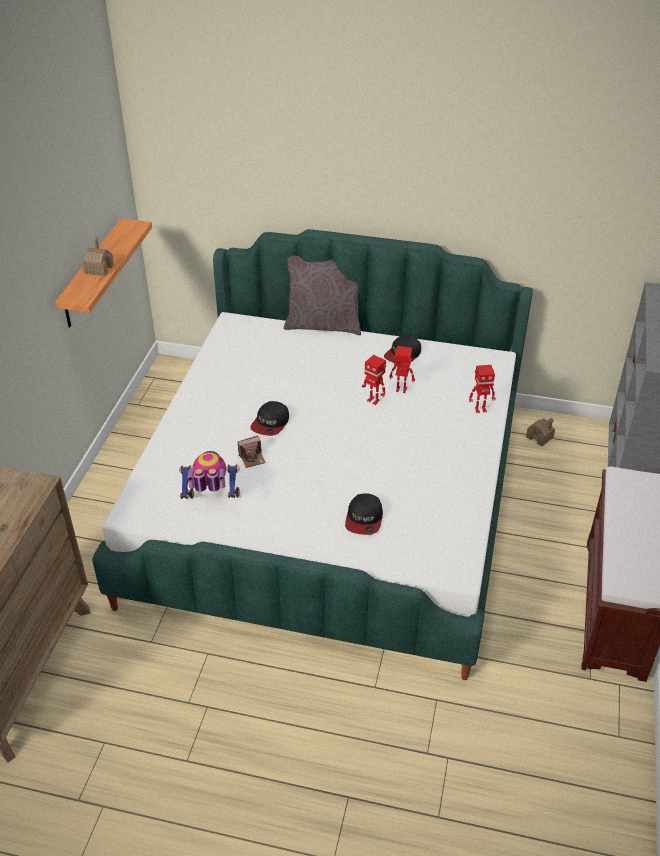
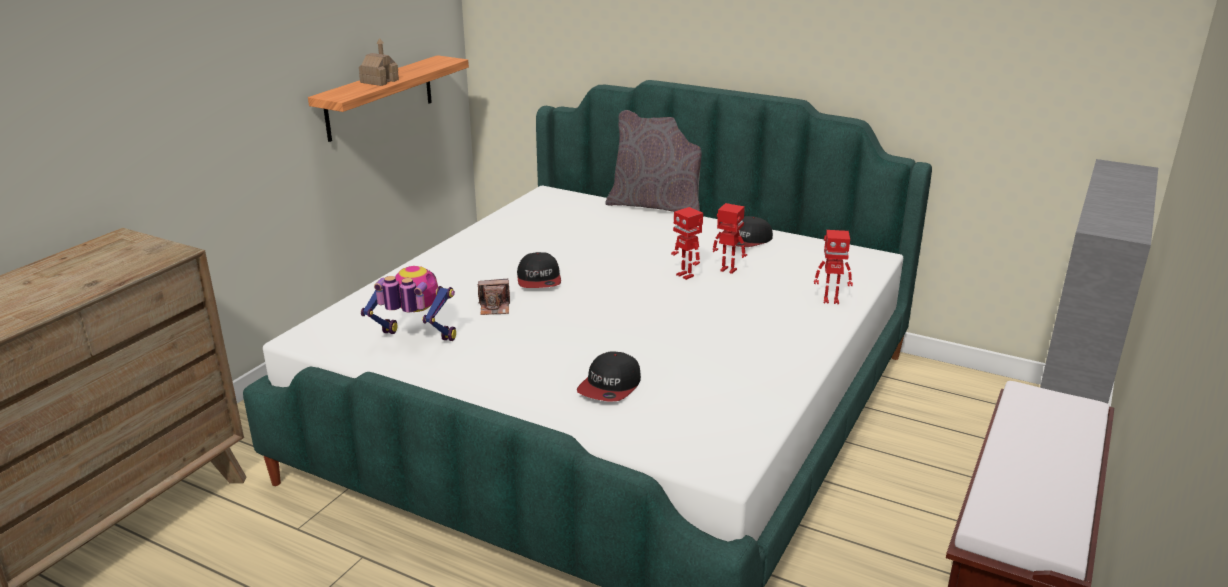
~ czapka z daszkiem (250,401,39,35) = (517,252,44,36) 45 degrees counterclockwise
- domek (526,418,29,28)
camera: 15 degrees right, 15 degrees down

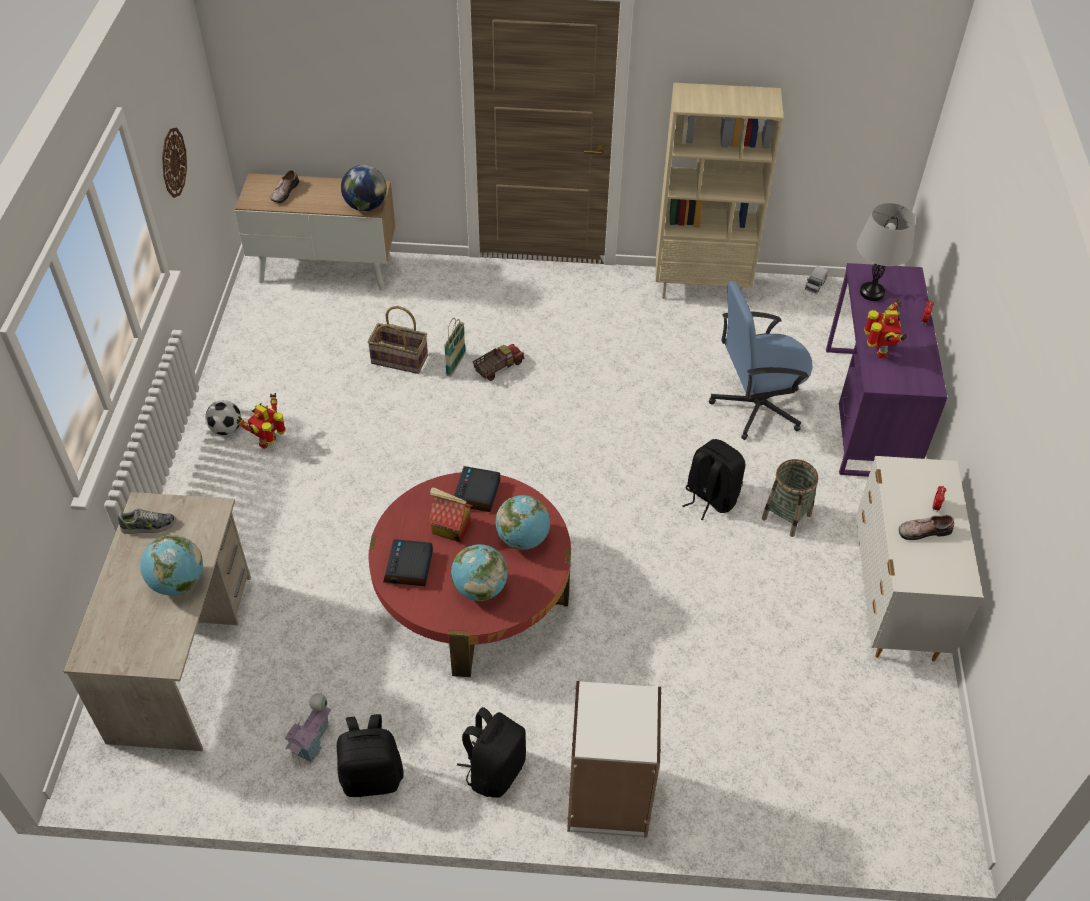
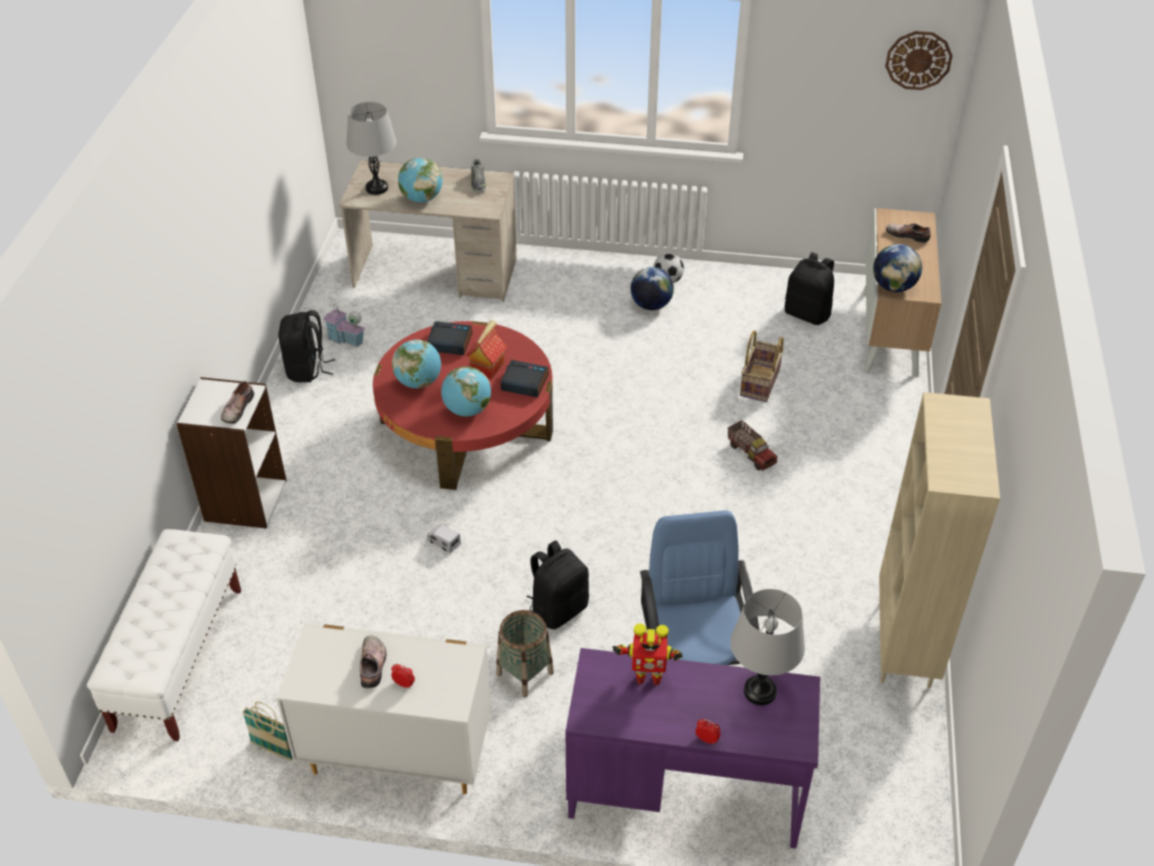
~ zegar ścienny (162,128,25,70) to (885,31,68,59)
~ ciężarówka zabawkowa (805,266,24,28) to (427,524,34,30)
~ koszyk (444,318,22,59) to (242,702,51,59)
~ robot zabawkowy (237,393,49,56) to globus (631,267,43,43)
~ plecak [czarny] (457,707,69,91) to (785,252,49,73)
+ lampa stołowa [szary] (347,102,49,93)
+ but (221,381,33,43)
+ ławka [biały] (87,529,154,212)
camera: 95 degrees right, 5 degrees down

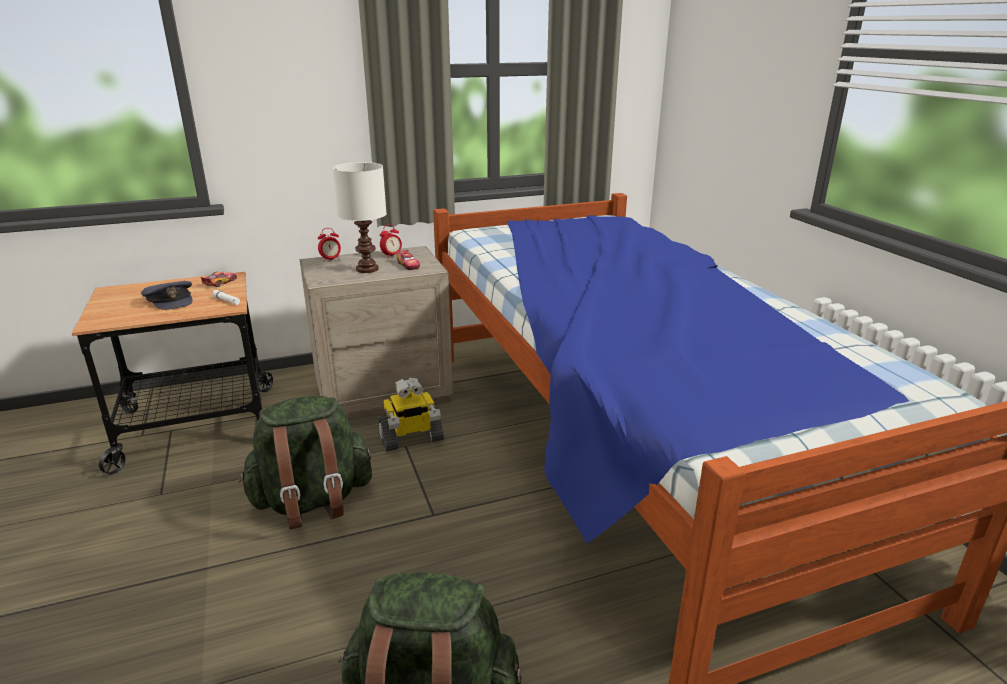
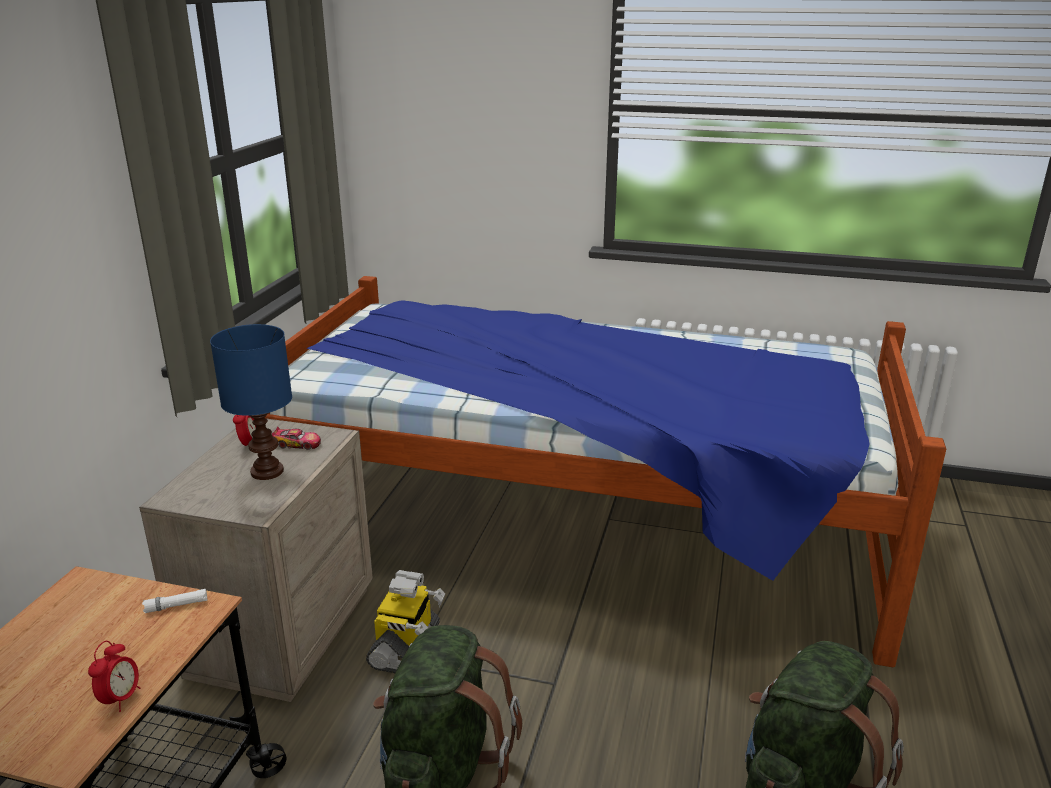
~ lampa stołowa [biały] (333,162,54,111) to lampa stołowa [niebieski] (210,324,82,156)
~ budzik (318,228,23,34) to (88,641,53,71)
- samochodzik (201,272,36,15)
- czapka z daszkiem [szary] (141,281,52,29)
camera: 55 degrees left, 0 degrees up

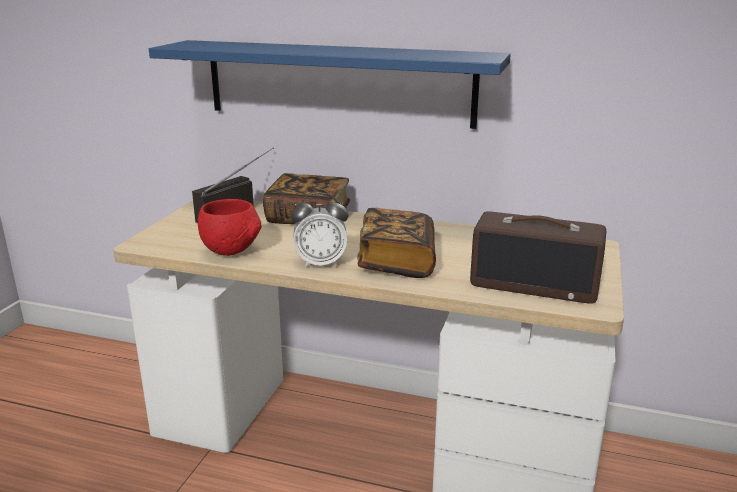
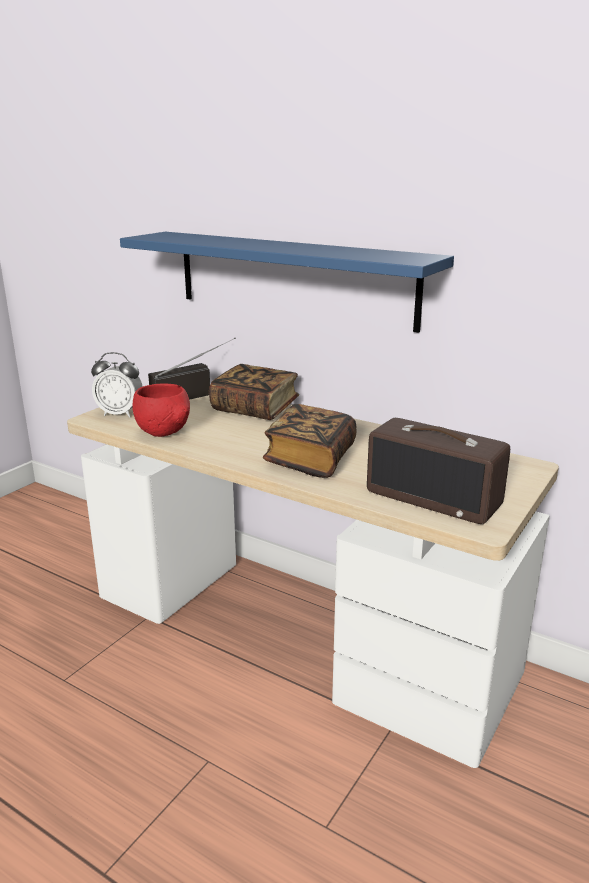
~ budzik (291,193,58,75) to (91,352,51,66)
camera: 15 degrees right, 0 degrees up

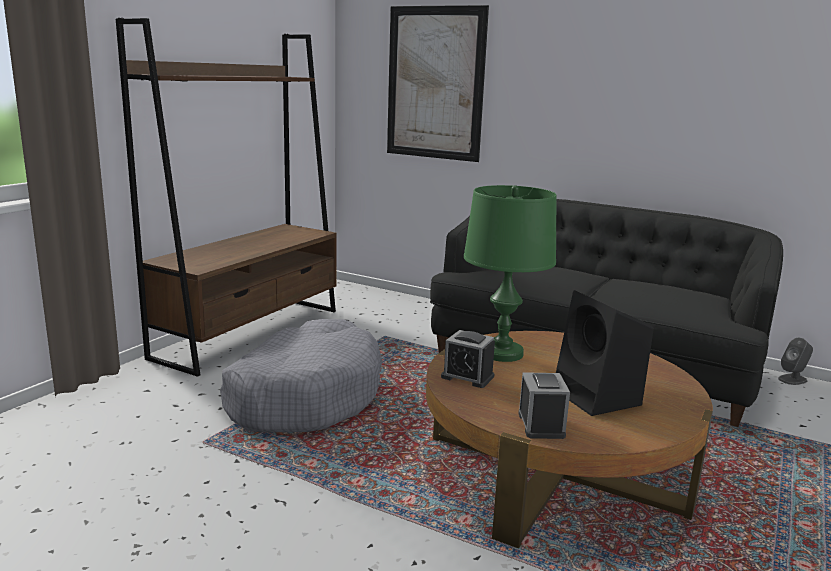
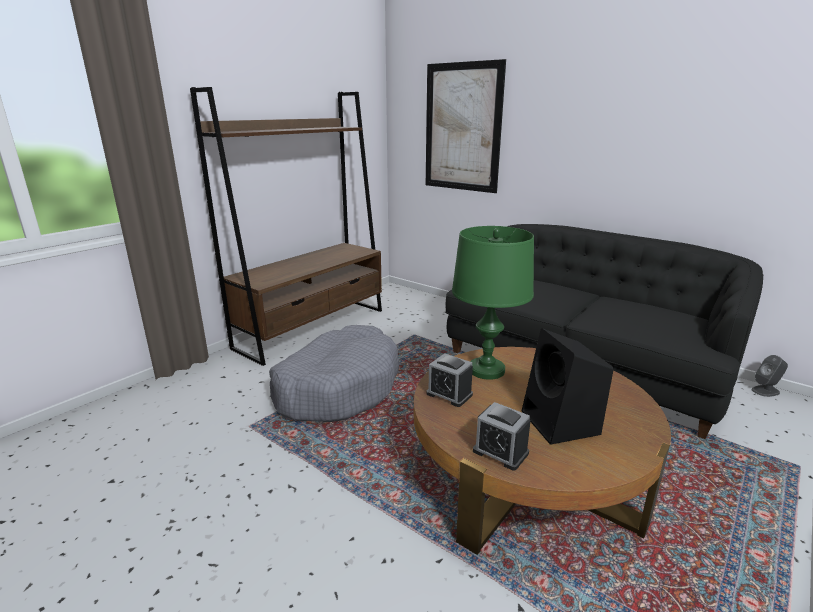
~ budzik (518,372,52,67) = (473,402,58,69) 120 degrees clockwise
camera: 10 degrees right, 5 degrees up

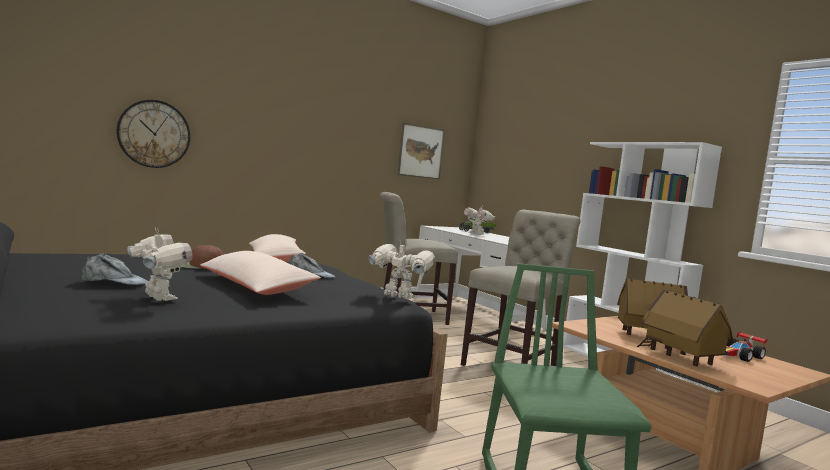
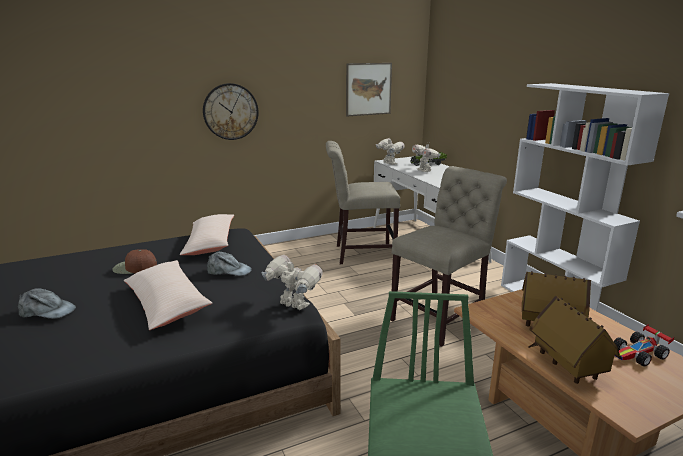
~ zegar ścienny (117,100,73,68) to (203,83,56,57)
~ robot zabawkowy (127,228,66,73) to (376,138,29,27)
camera: 10 degrees right, 15 degrees up

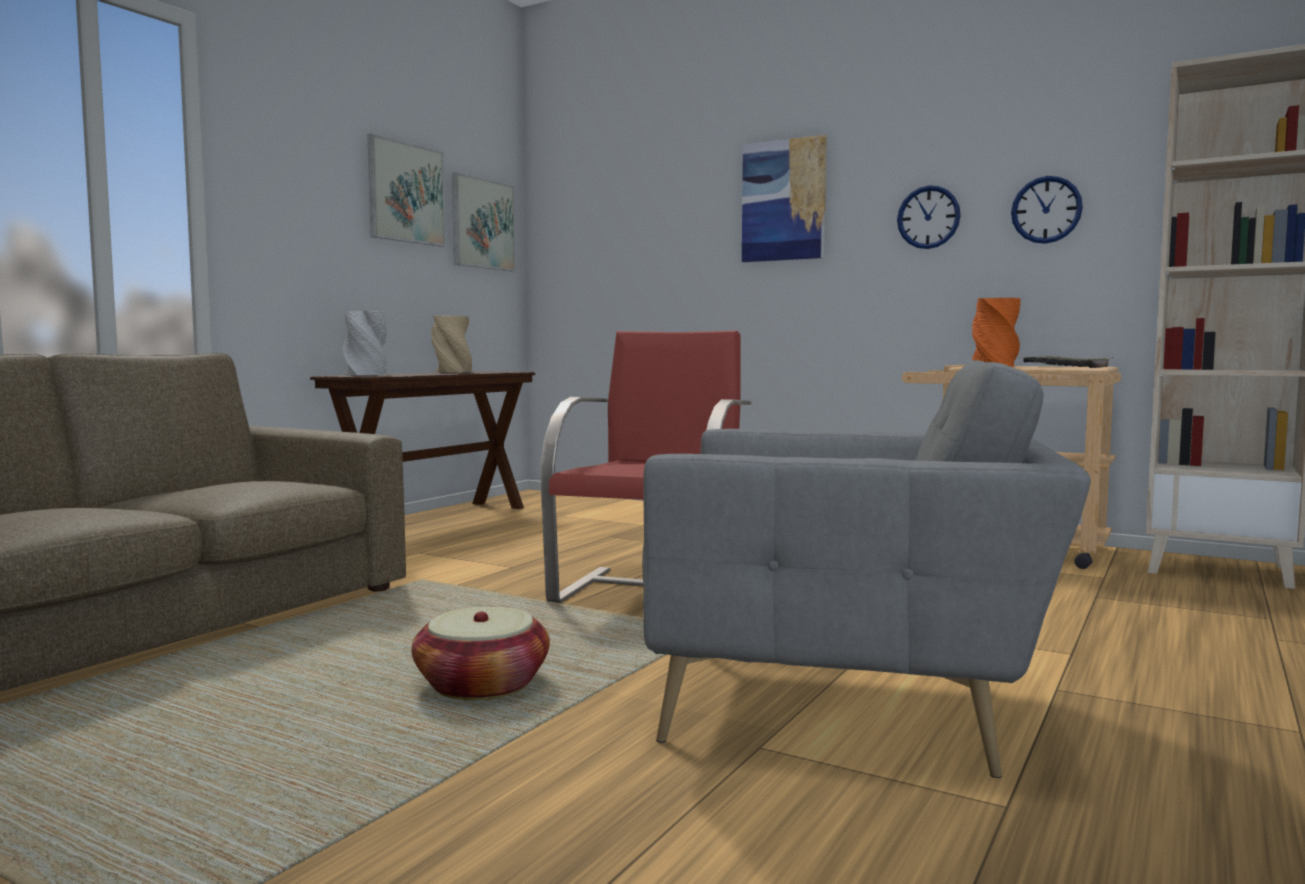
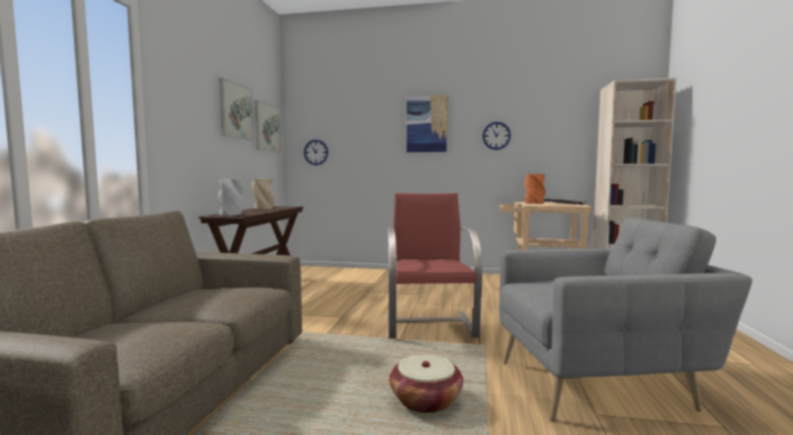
~ zegar ścienny (1011,176,72,68) to (304,139,24,26)
camera: 20 degrees left, 0 degrees up

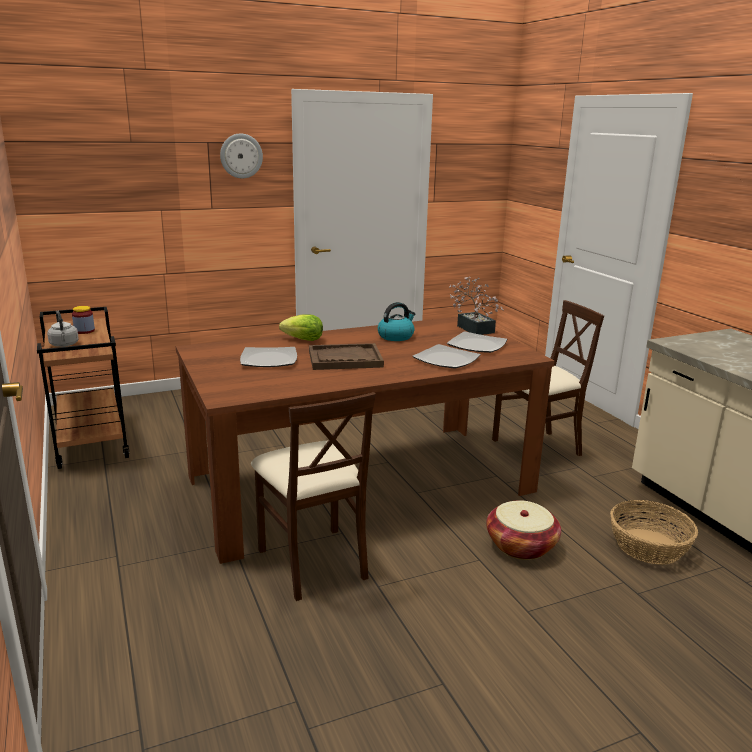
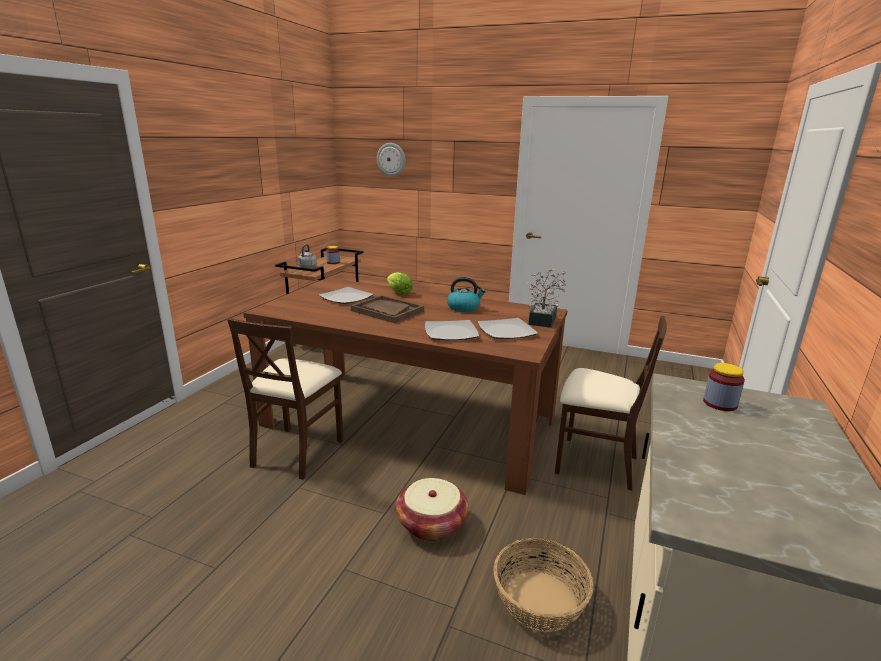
~ zegar ścienny (220,133,43,45) to (377,143,28,33)
+ słoik (703,363,42,48)
camera: 45 degrees right, 0 degrees up

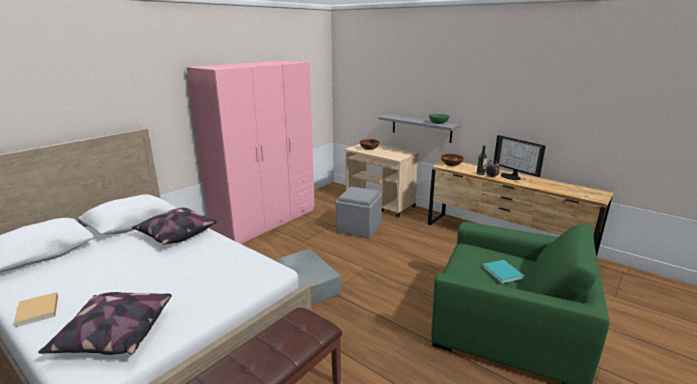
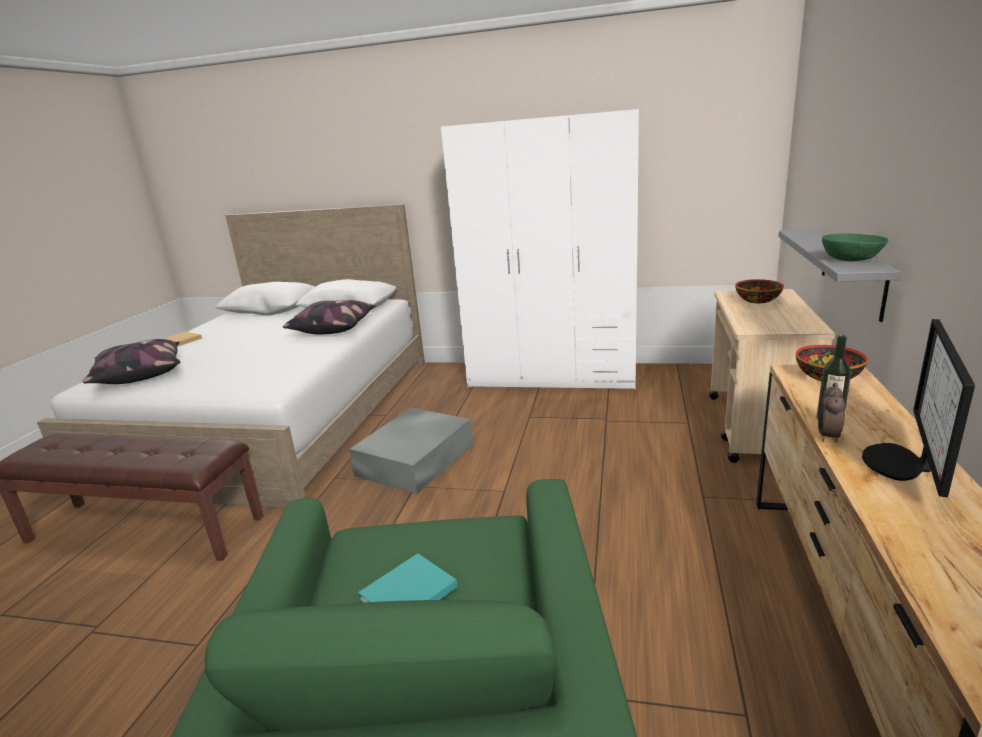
~ szafa [różowy] (186,60,128,184) to szafa [biały] (441,109,198,280)
- pufa [szary] (335,187,47,51)
camera: 65 degrees right, 0 degrees up

